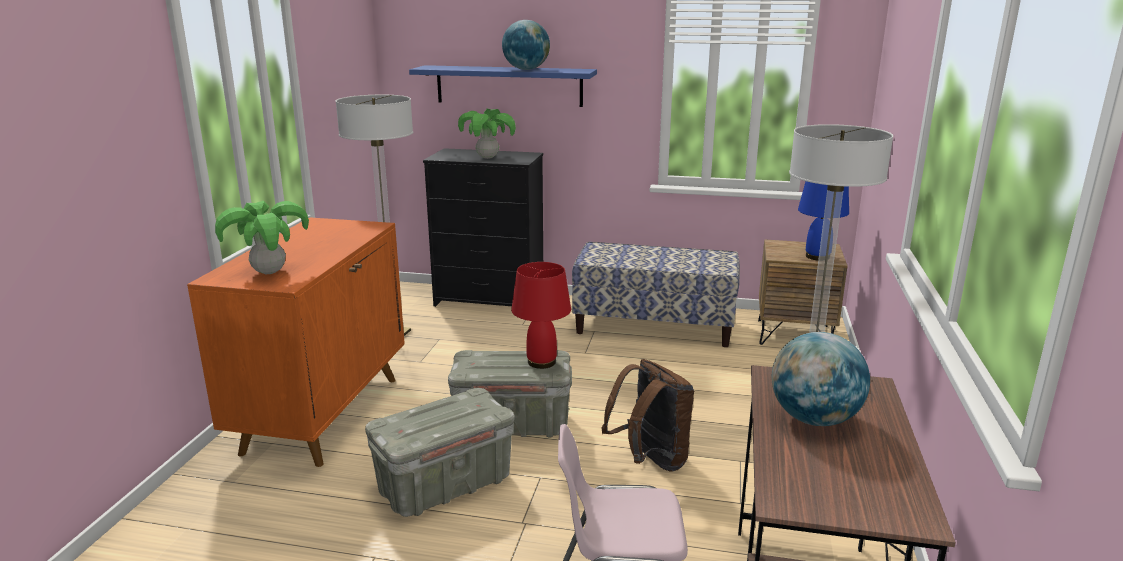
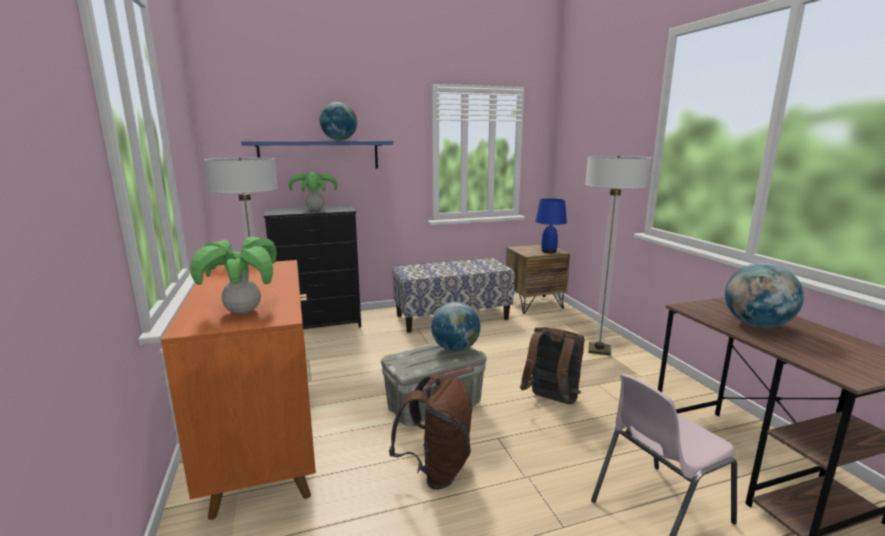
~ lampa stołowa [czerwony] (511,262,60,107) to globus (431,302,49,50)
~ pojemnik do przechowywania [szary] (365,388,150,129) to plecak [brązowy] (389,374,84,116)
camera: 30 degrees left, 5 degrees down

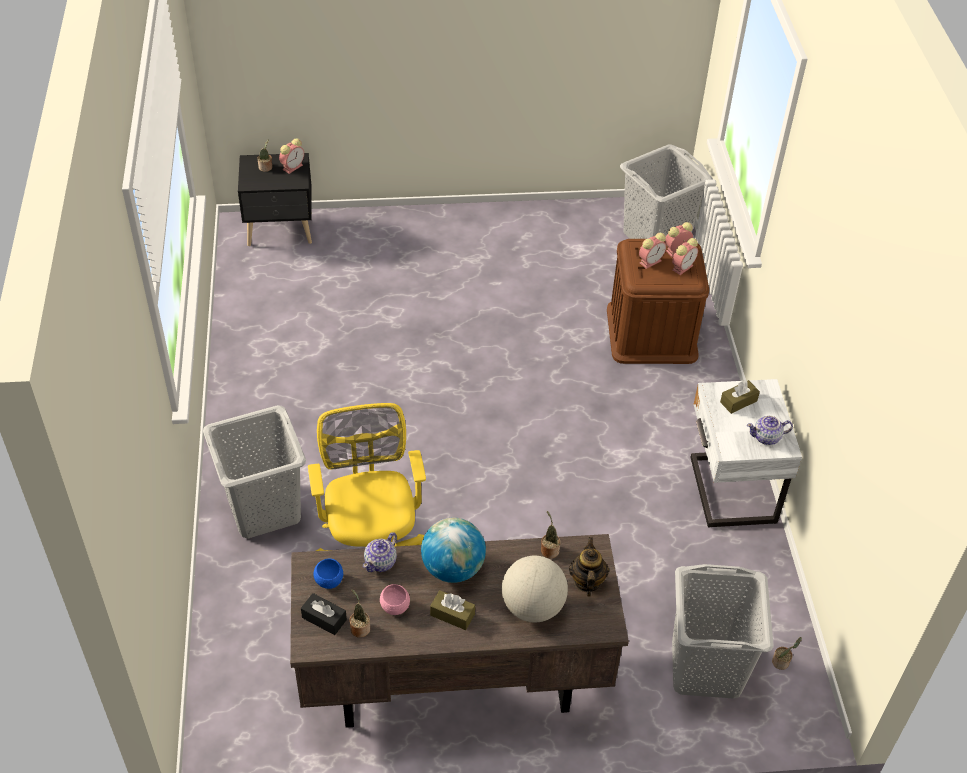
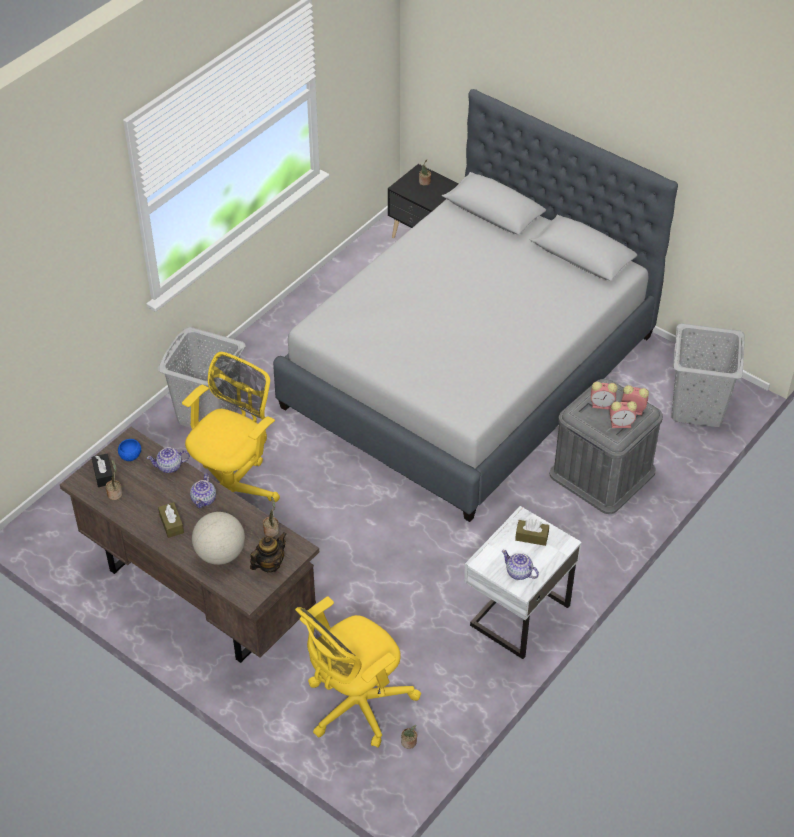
- budzik (279,138,25,36)
~ pojemnik do przechowywania [brązowy] (607,239,102,125) to pojemnik do przechowywania [szary] (549,379,114,135)
~ globus (421,518,65,65) to imbryk (190,474,26,34)
~ kosz na pranie [szary] (672,564,102,134) to krzesło biurowe [żółty] (295,596,126,152)
- miska [różowy] (380,584,30,31)
+ łóżko [szary] (273,89,405,433)
camera: 45 degrees right, 0 degrees up

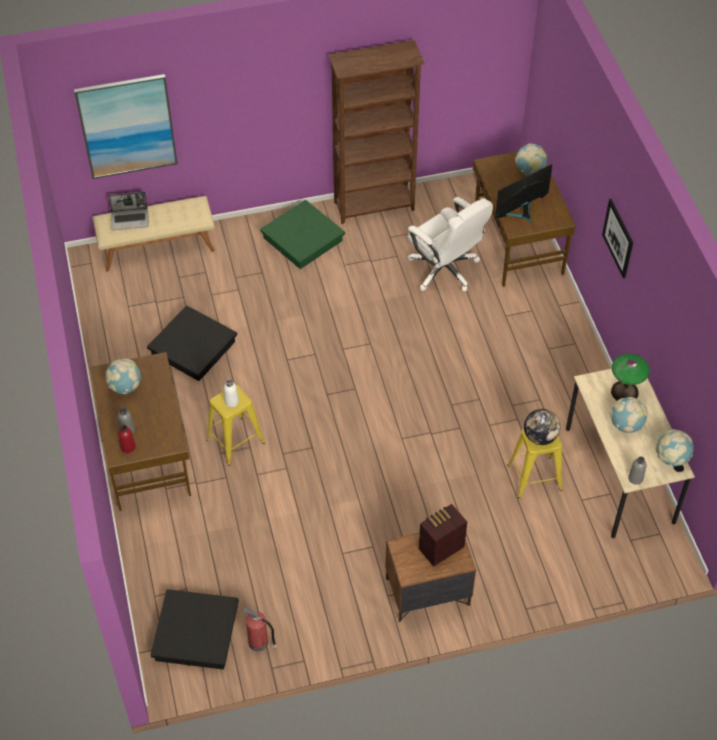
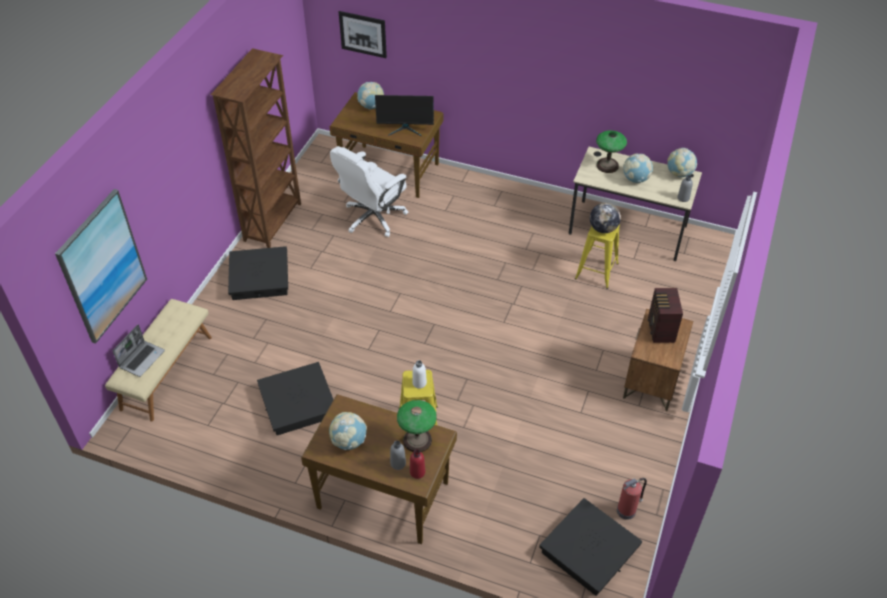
~ monitor (495,164,57,59) = (375,95,59,41) 90 degrees counterclockwise
~ krzesło biurowe [biały] (408,197,85,94) = (330,146,79,91) 135 degrees clockwise
~ obraz (602,199,31,79) to (339,11,48,47)
~ pojemnik do przechowywania [zielony] (260,200,85,69) to pojemnik do przechowywania [czarny] (228,246,60,54)
+ lampa stołowa (397,400,40,52)
camera: 55 degrees left, 5 degrees down

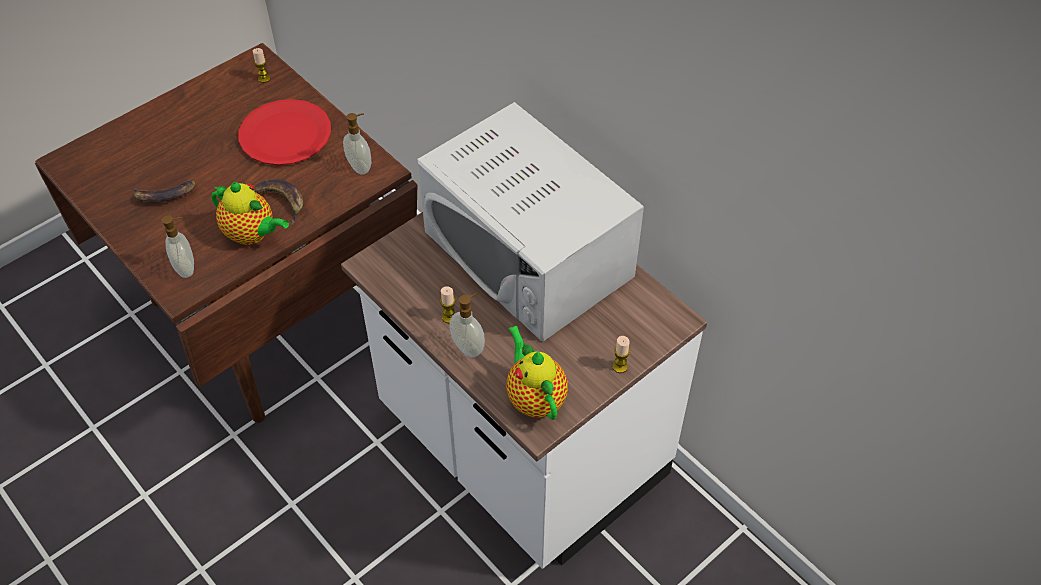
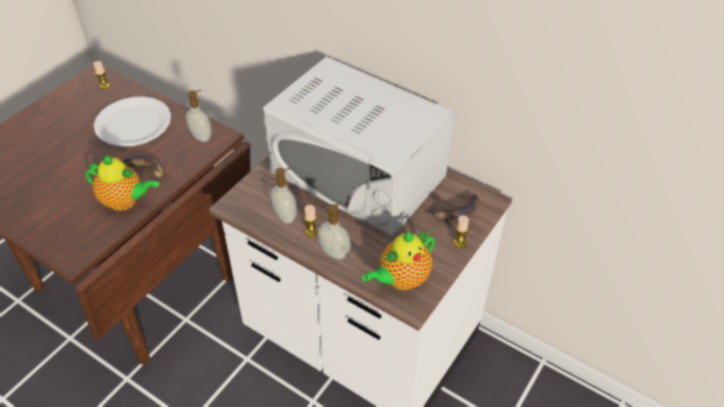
~ talerz [czerwony] (238,99,93,66) to talerz [biały] (94,96,77,51)
~ banan (133,179,63,23) to (425,193,55,27)
~ dozownik mydła (162,215,32,63) to (270,168,27,56)
~ imbryk (506,325,62,95) = (362,232,73,58) 90 degrees counterclockwise
camera: 15 degrees left, 5 degrees down

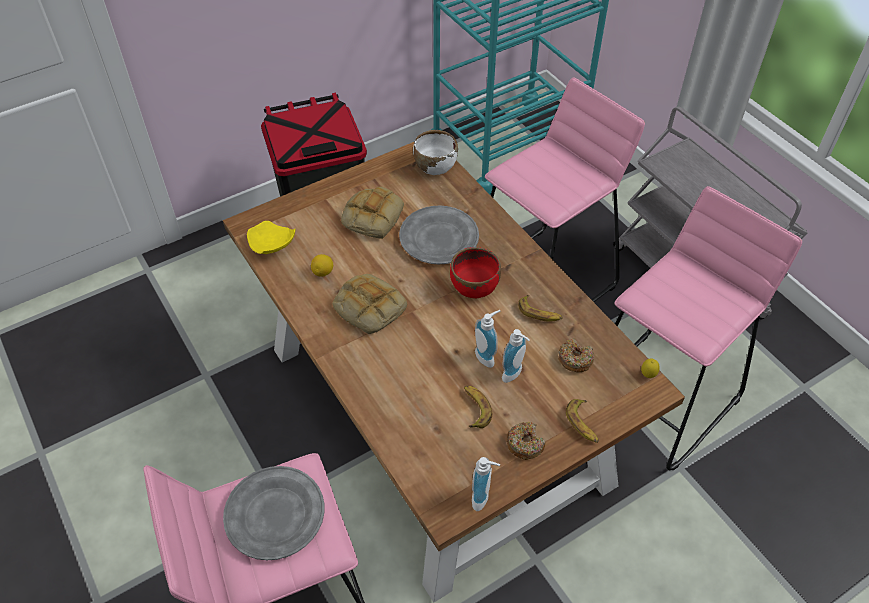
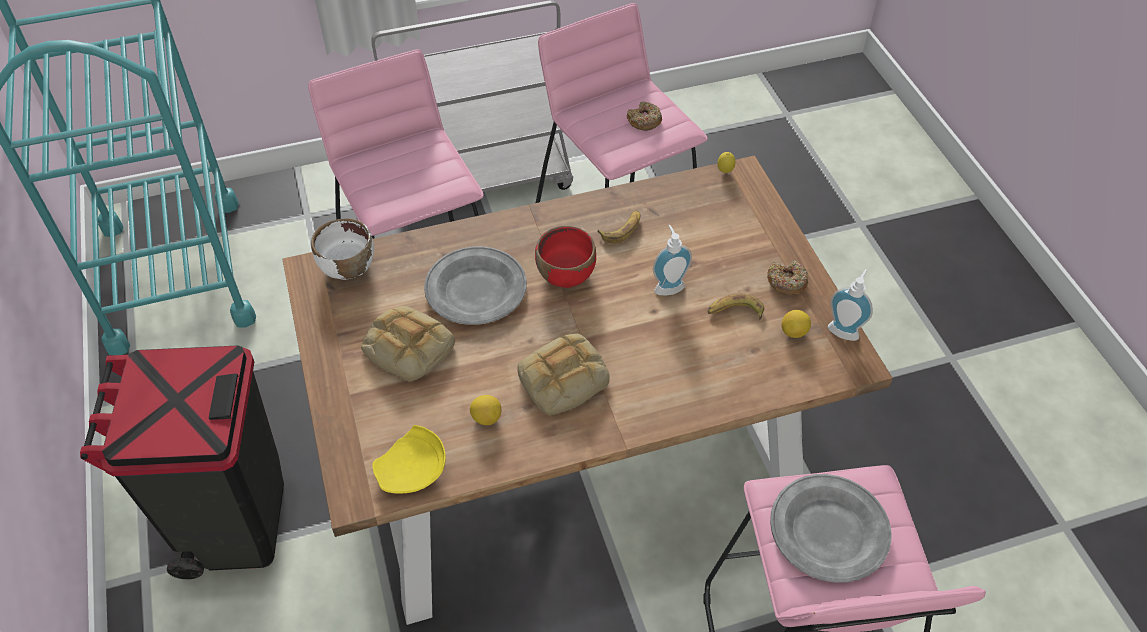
- dozownik mydła (502,329,28,54)
~ donut (558,338,36,34) to (627,101,35,30)
- banan (566,399,33,44)
+ cytryna (782,310,29,28)
camera: 75 degrees left, 0 degrees up

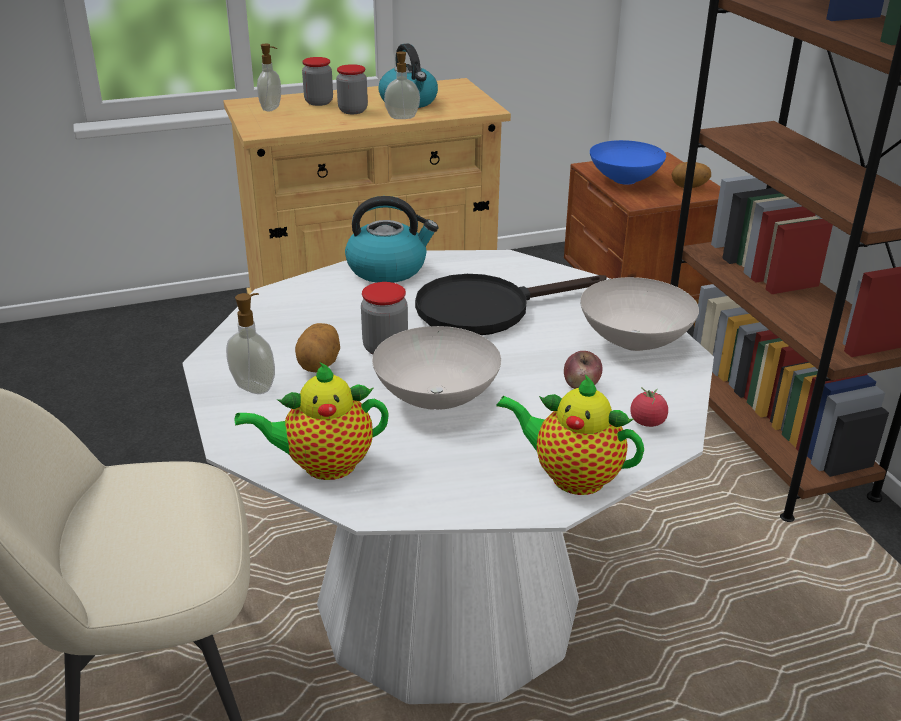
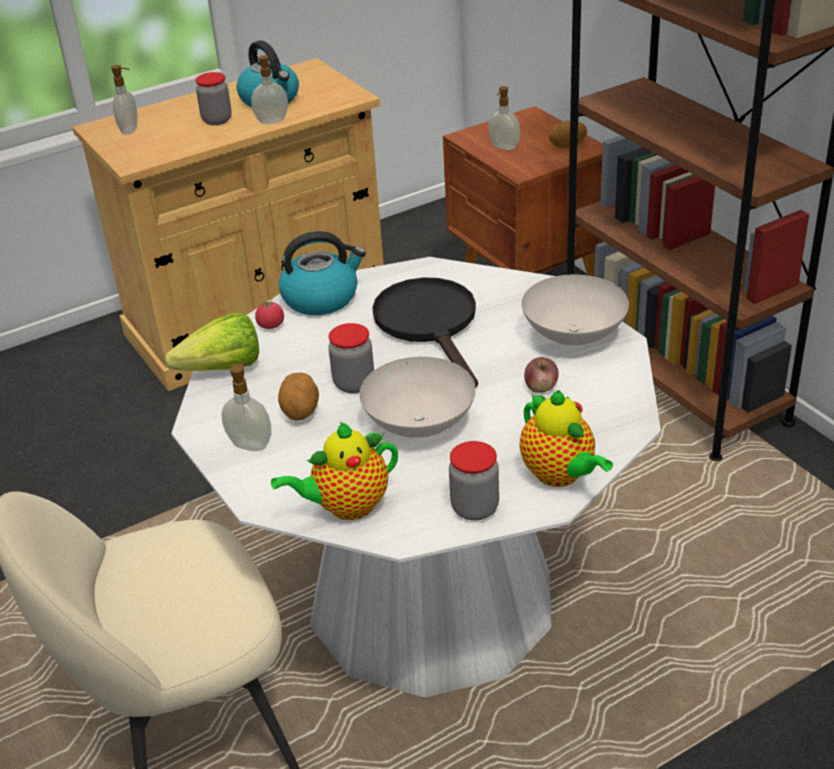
~ słoik (302,57,31,49) to (449,441,50,80)
~ miska [niebieski] (590,140,76,45) to dozownik mydła (488,86,32,64)
~ patelnia [czarny] (415,274,191,61) = (372,277,106,110) 105 degrees clockwise
~ imbryk (496,375,148,120) = (519,390,94,97) 135 degrees counterclockwise
~ pomidor (631,387,37,40) to (255,299,29,30)
+ sałata (165,312,94,59)
camera: 10 degrees left, 5 degrees up

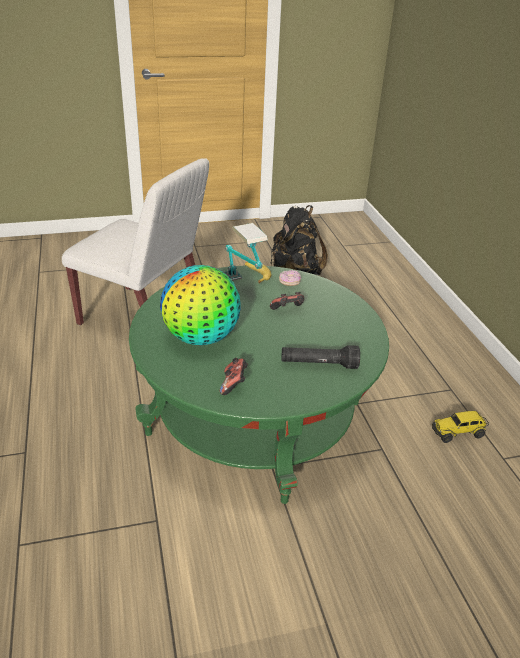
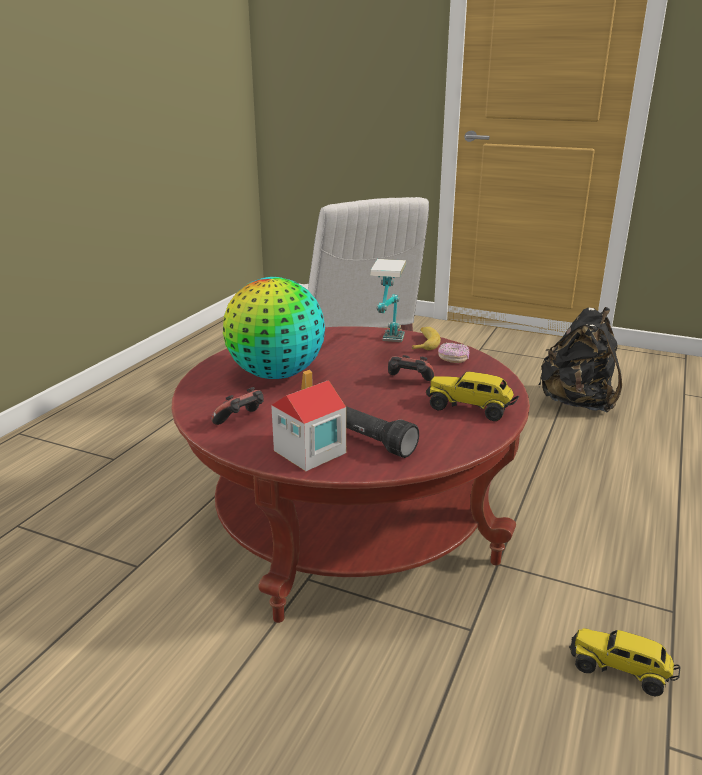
~ ława [zielony] (129,265,260,239) to ława [czerwony] (171,326,359,297)
+ domek (271,370,75,101)
+ ciężarówka zabawkowa (426,371,93,50)
camera: 40 degrees right, 10 degrees down

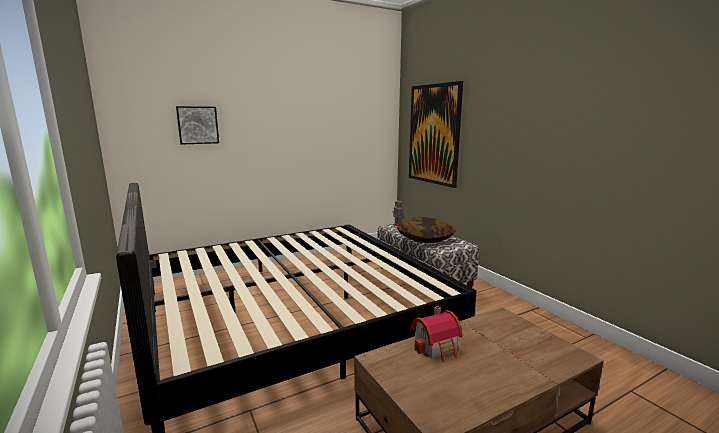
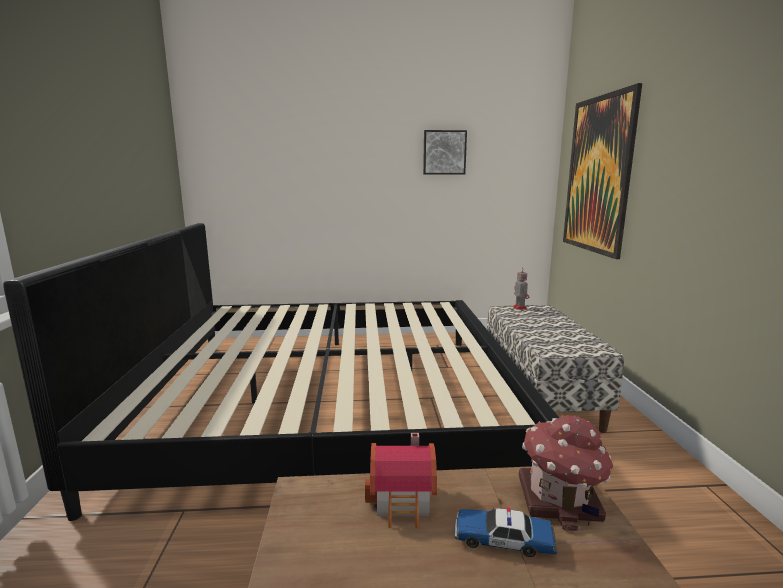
~ obraz (176,106,43,39) to (423,130,44,44)
- poduszka (397,217,58,26)
+ domek (519,415,94,116)
+ samochodzik (455,507,102,50)
camera: 25 degrees right, 0 degrees up

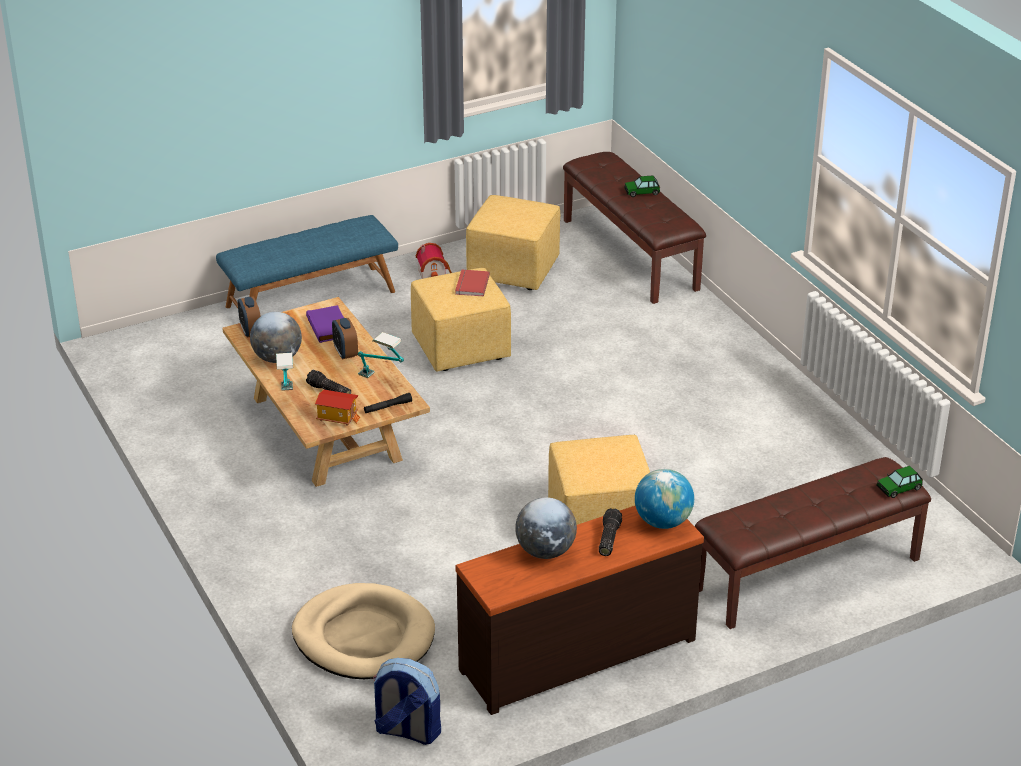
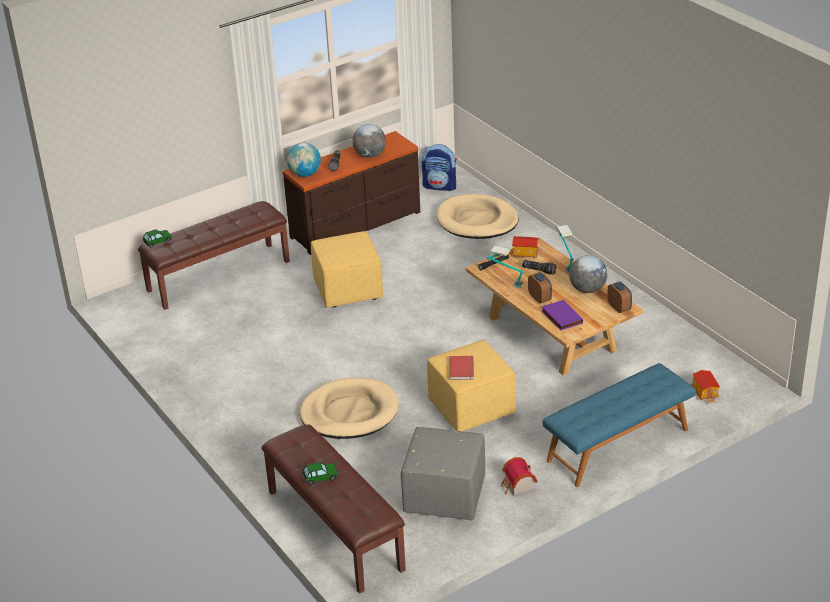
~ pufa [żółty] (466,195,94,95) to pufa [szary] (401,427,84,94)
+ domek (691,370,29,33)
+ legowisko [beżowy] (300,378,99,61)
camera: 175 degrees right, 0 degrees up

